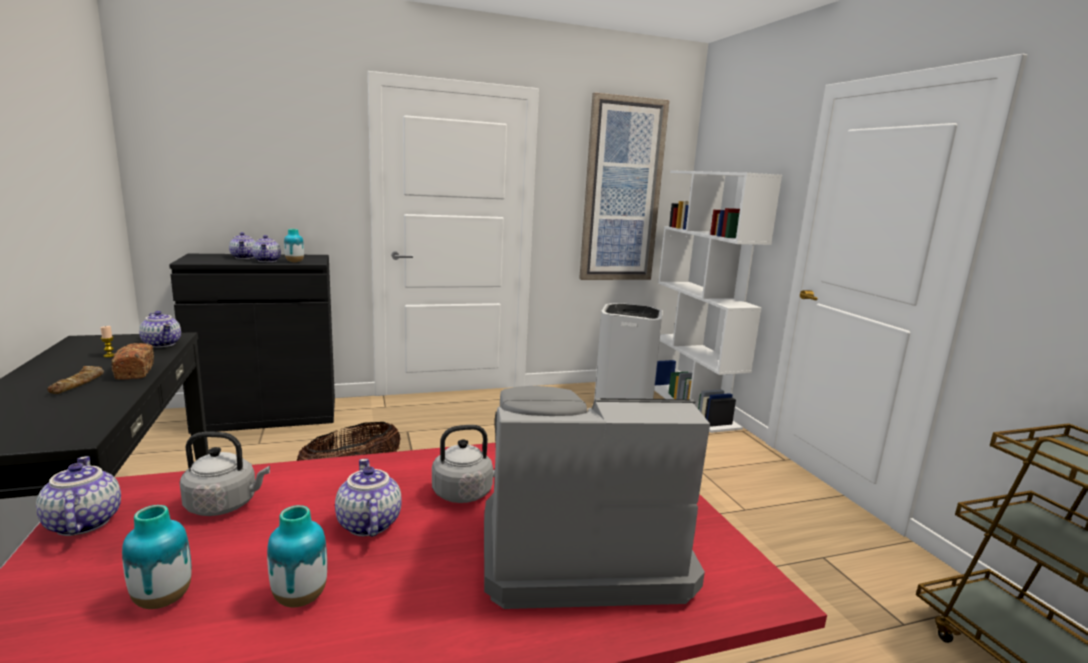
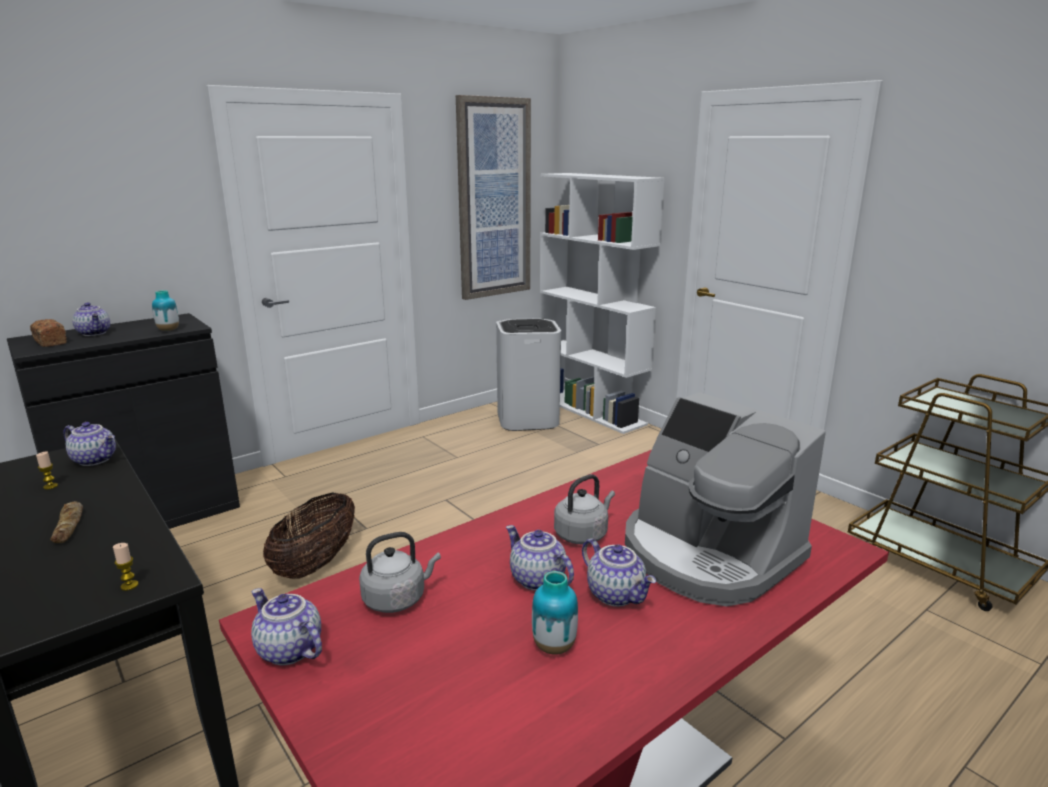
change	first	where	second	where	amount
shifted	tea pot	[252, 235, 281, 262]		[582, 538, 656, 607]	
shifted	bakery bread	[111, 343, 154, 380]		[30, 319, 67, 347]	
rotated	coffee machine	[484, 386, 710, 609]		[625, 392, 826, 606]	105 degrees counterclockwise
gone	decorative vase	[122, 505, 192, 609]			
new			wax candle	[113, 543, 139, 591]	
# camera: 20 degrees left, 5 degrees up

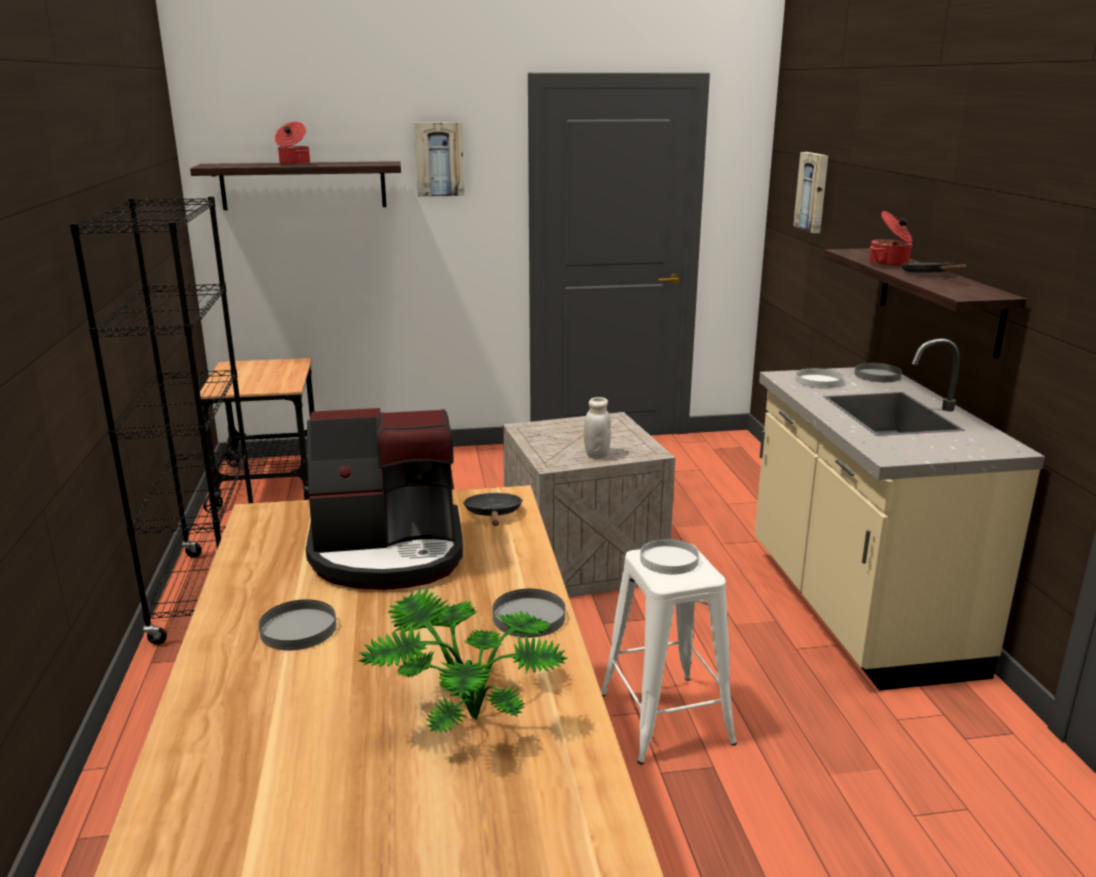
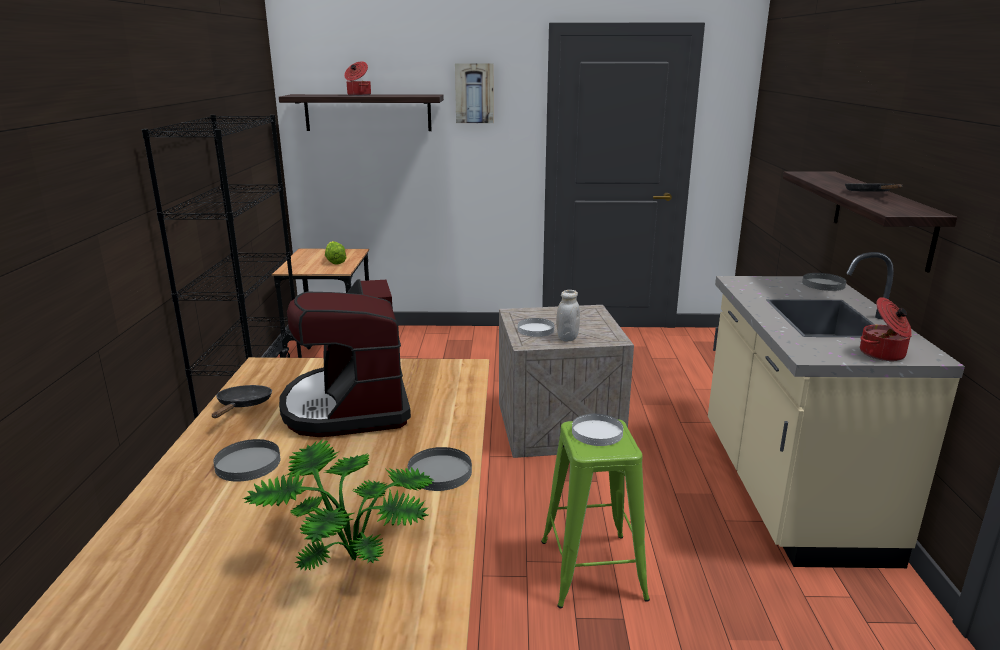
change	first	where	second	where	amount
gone	wall picture	[793, 152, 828, 233]			
shifted	stockpot	[869, 211, 913, 267]		[860, 297, 912, 361]	
shifted	white plate	[796, 368, 843, 389]		[518, 318, 555, 337]	
rotated	coffee machine	[306, 408, 463, 590]		[279, 279, 411, 437]	75 degrees clockwise
shifted	black-coloured frying pan	[463, 493, 523, 526]		[212, 385, 272, 418]	
repainted	white stool	[601, 544, 737, 765]	green-coloured stool	[541, 419, 650, 609]	
new			head of lettuce	[325, 241, 346, 264]	
# camera: 10 degrees right, 0 degrees up

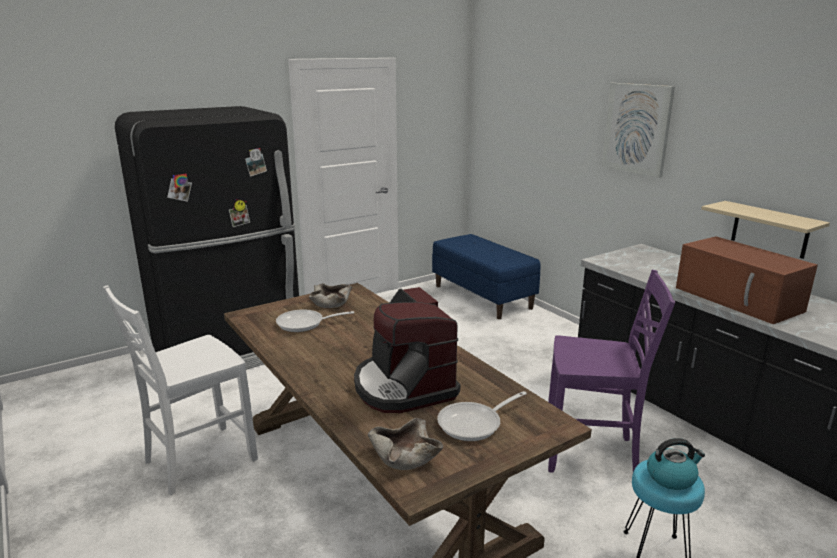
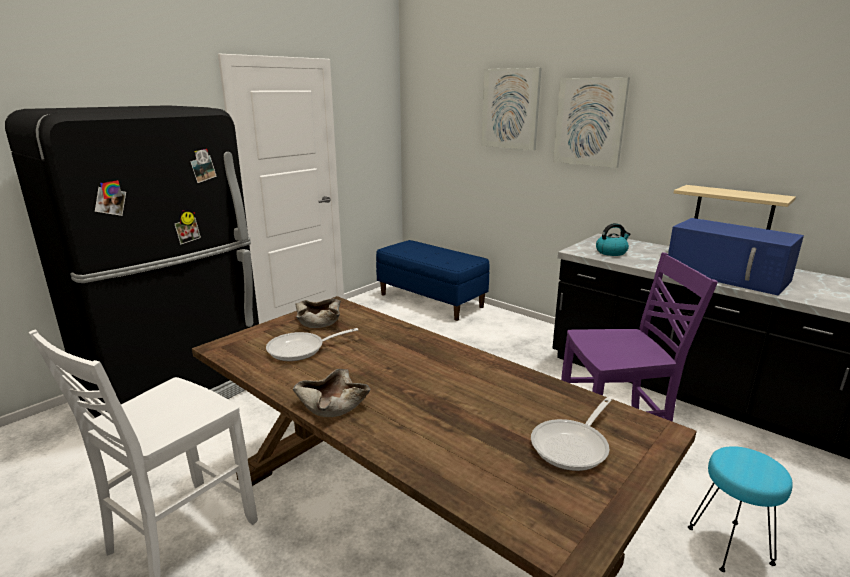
change	first	where	second	where	amount
repainted	brownish kitchen microwave	[676, 236, 818, 324]	blue kitchen microwave	[668, 218, 804, 296]	
gone	coffee machine	[354, 287, 460, 413]			
shifted	beige-coloured bowl	[368, 418, 443, 470]		[293, 369, 370, 417]	
shifted	water kettle	[647, 438, 705, 490]		[596, 223, 631, 256]	
new			wall picture	[481, 68, 542, 150]	
# camera: 15 degrees left, 0 degrees up

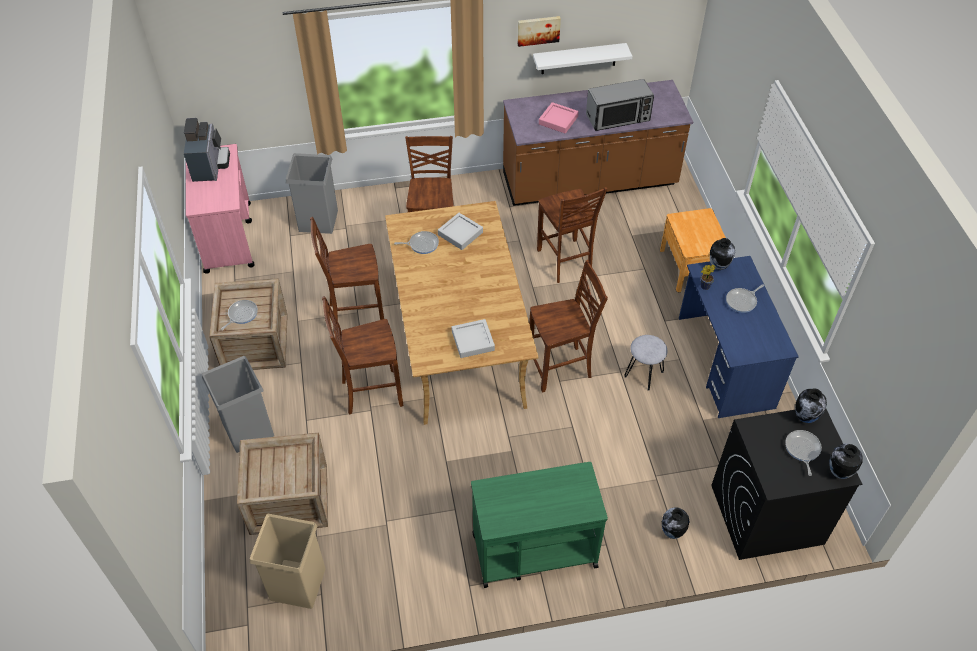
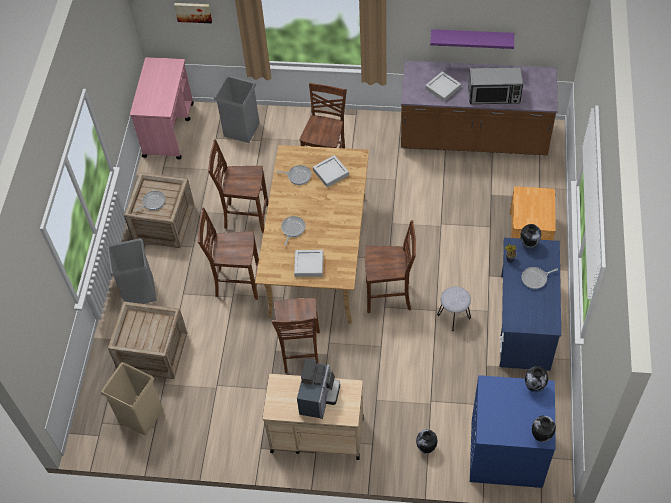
change	first	where	second	where	amount
shifted	wall picture	[518, 16, 561, 47]		[174, 3, 212, 23]	
repainted	white bracket shelf	[533, 43, 632, 74]	purple bracket shelf	[430, 29, 514, 49]	
repainted	pinkish serving tray	[539, 102, 579, 134]	greyish serving tray	[425, 71, 461, 102]	
shifted	coffee machine	[184, 118, 230, 182]		[297, 359, 340, 419]	
shifted	brownish upright chair	[537, 187, 607, 283]		[272, 298, 320, 373]	
repainted	black-coloured washing machine	[711, 408, 862, 560]	blue washing machine	[470, 375, 556, 488]	
shifted	frying pan	[785, 430, 822, 476]		[281, 216, 305, 245]	
repainted	green-coloured trolley	[471, 462, 608, 588]	beige-coloured trolley	[263, 374, 364, 460]	
# camera: 20 degrees right, 5 degrees up

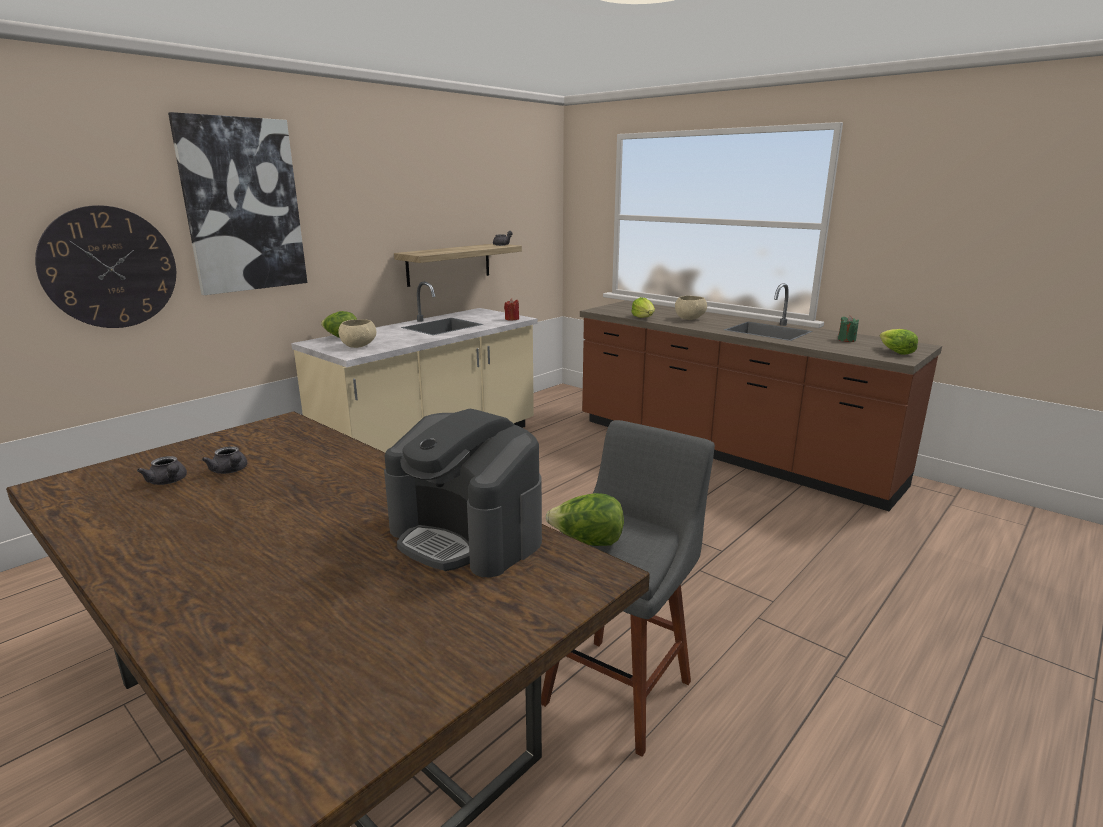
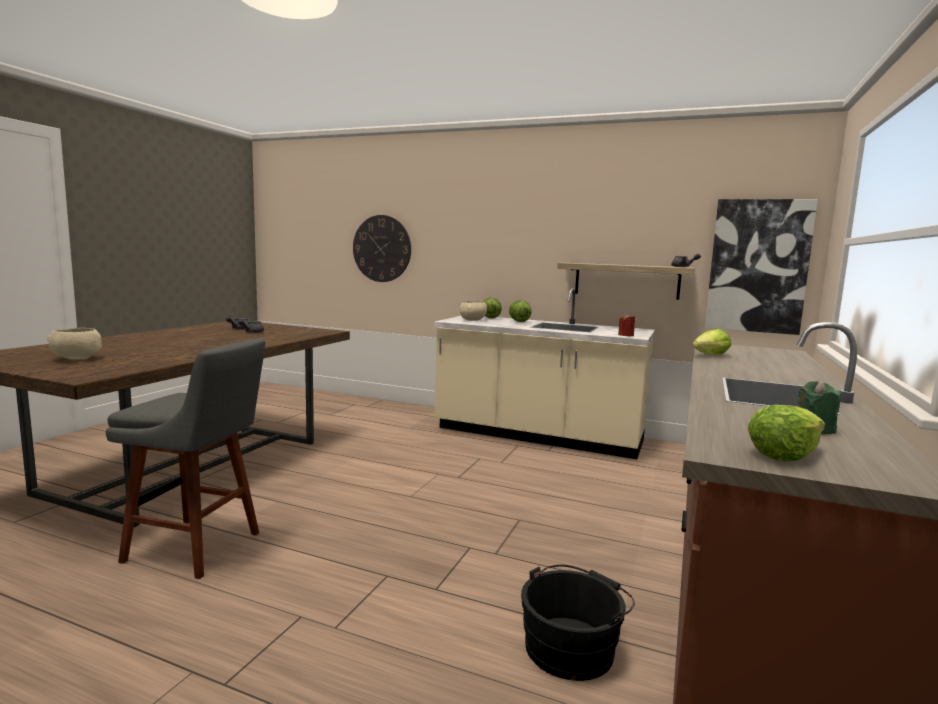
change	first	where	second	where	amount
shifted	wall picture	[168, 112, 307, 295]		[705, 199, 818, 335]	
shifted	beige-coloured bowl	[675, 296, 707, 320]		[48, 328, 102, 360]	
gone	coffee machine	[384, 409, 542, 577]			
shifted	head of lettuce	[545, 493, 624, 546]		[509, 300, 531, 322]	
new			black-coloured bucket	[521, 565, 635, 681]	
# camera: 70 degrees right, 10 degrees down

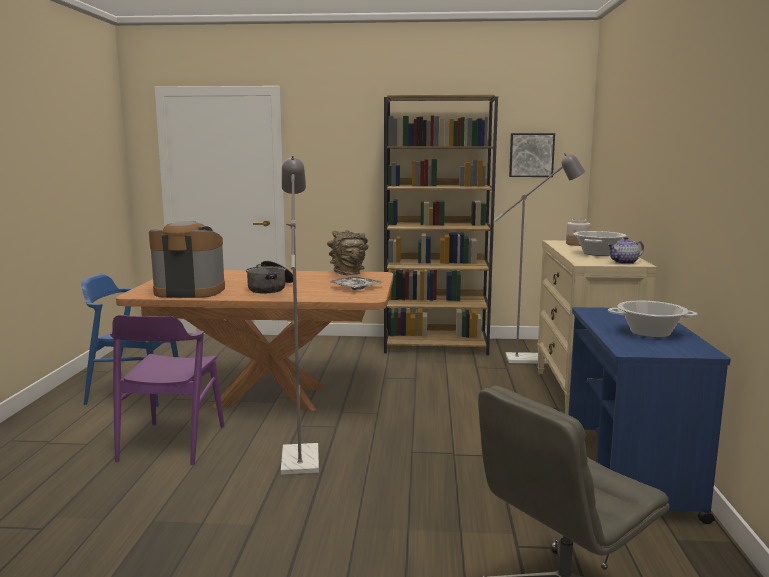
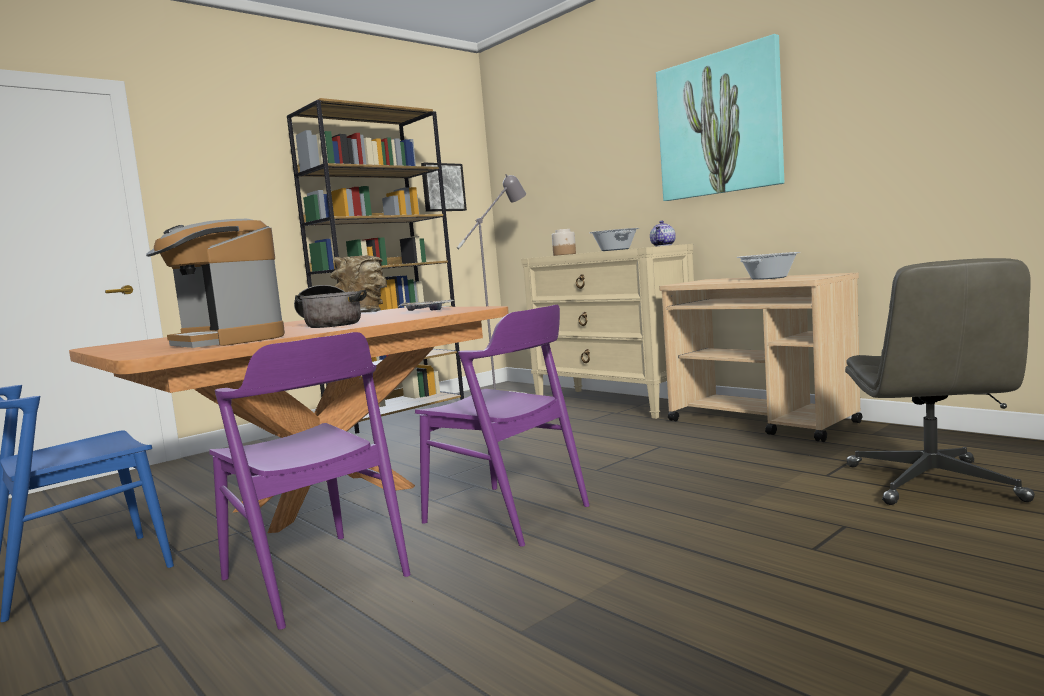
change	first	where	second	where	amount
swapped	greyish standard lamp	[281, 155, 319, 475]	purple upright chair	[415, 305, 590, 547]	
rotated	coffee machine	[149, 221, 225, 298]		[146, 219, 285, 348]	90 degrees counterclockwise
repainted	blue trolley	[568, 307, 731, 524]	beige-coloured trolley	[659, 273, 862, 442]	
new			wall picture	[656, 34, 784, 201]	
# camera: 45 degrees left, 5 degrees down

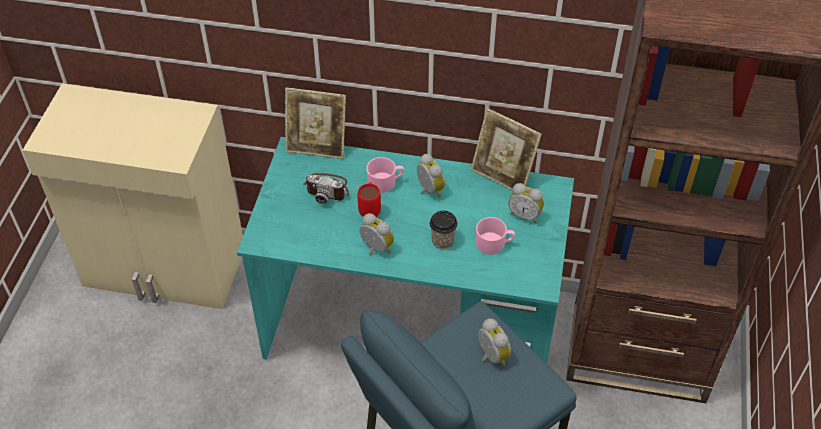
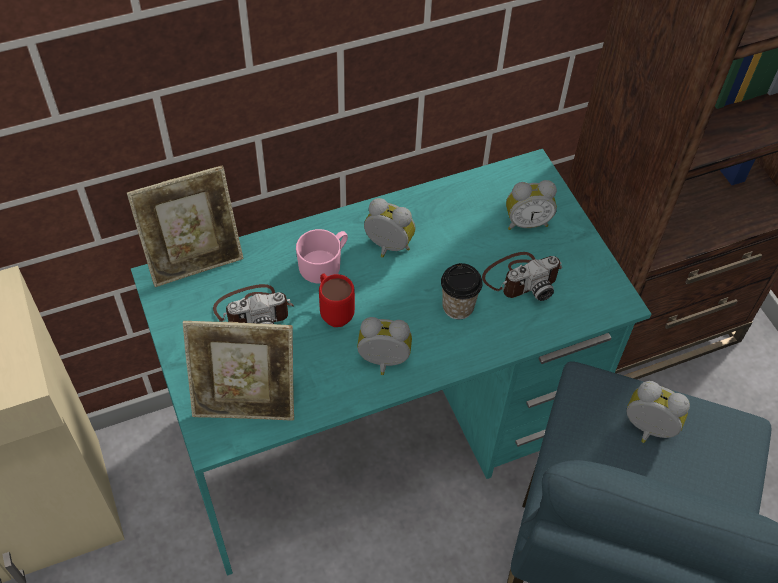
change	first	where	second	where	amount
shifted	standing frame	[471, 108, 542, 190]		[183, 321, 294, 421]	
swapped	pinkish coffee mug	[476, 217, 515, 255]	still camera	[482, 252, 562, 301]	
# camera: 35 degrees left, 5 degrees up

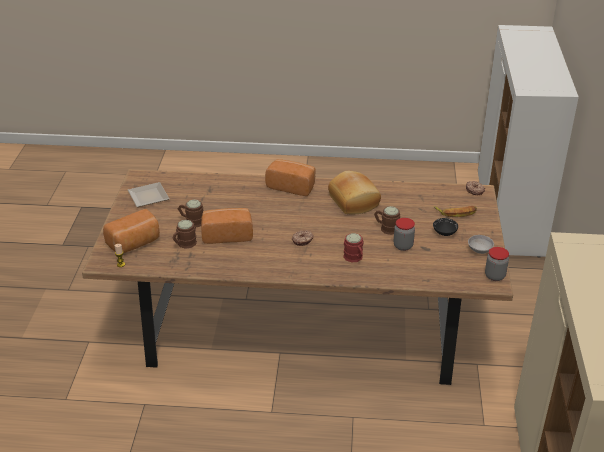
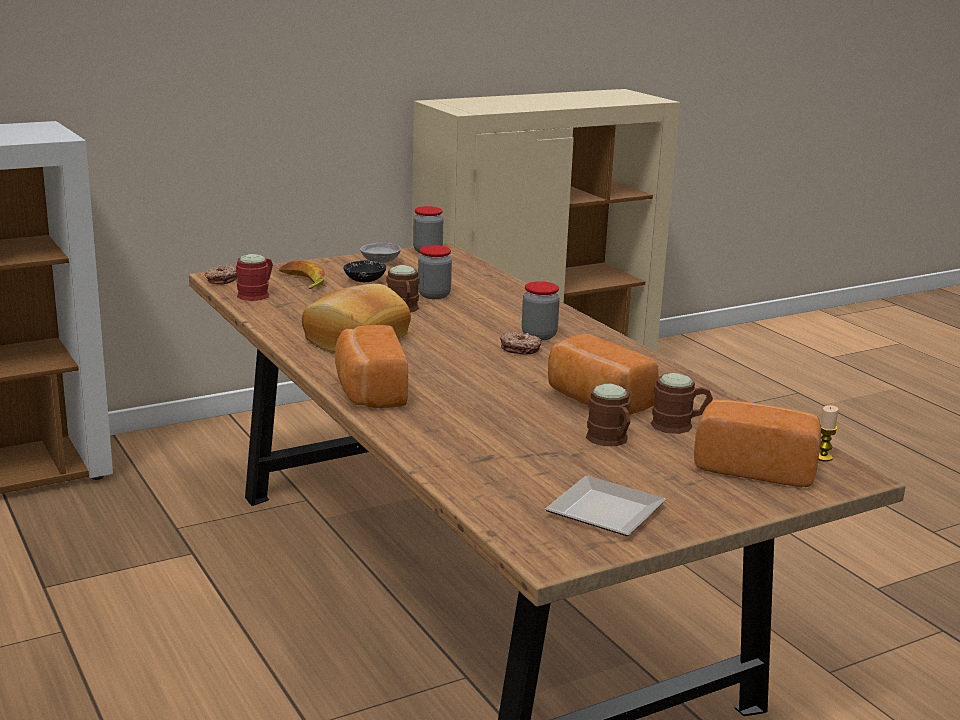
change	first	where	second	where	amount
shifted	red-coloured coffee mug	[343, 233, 363, 262]		[236, 254, 273, 301]	
new			jar	[522, 281, 560, 340]	
# camera: 125 degrees left, 15 degrees down

